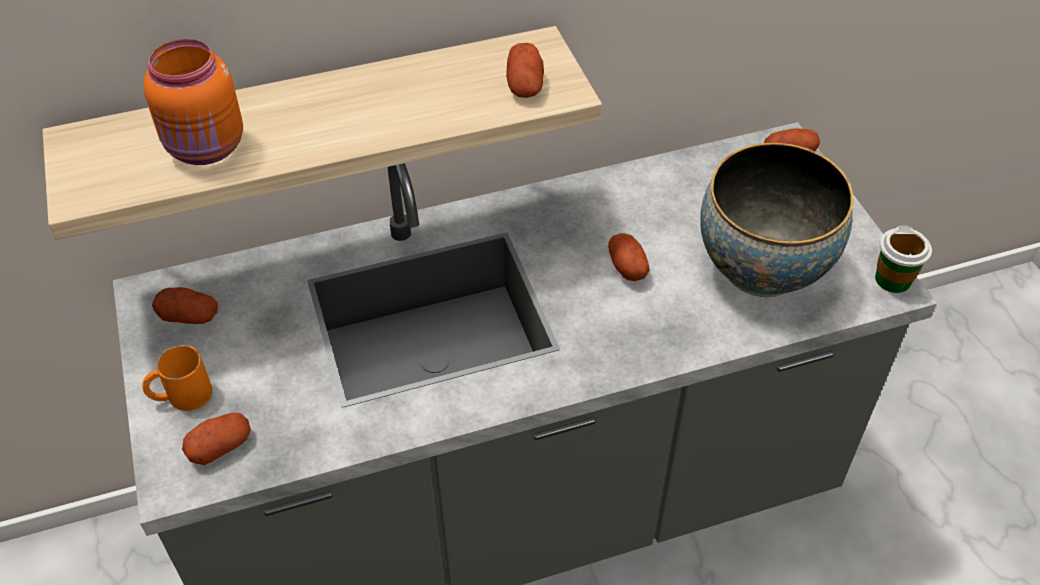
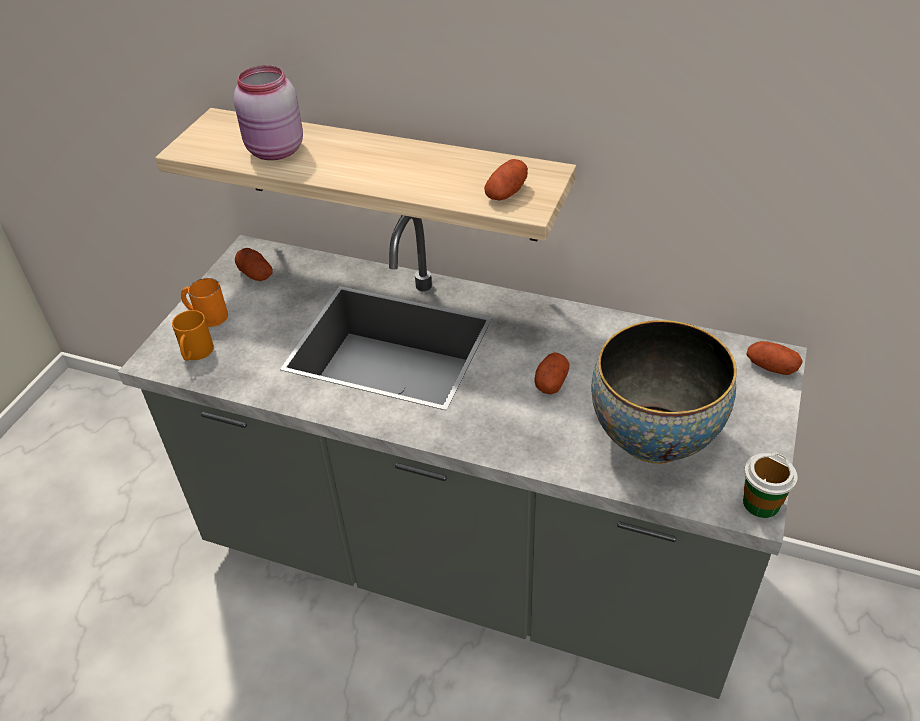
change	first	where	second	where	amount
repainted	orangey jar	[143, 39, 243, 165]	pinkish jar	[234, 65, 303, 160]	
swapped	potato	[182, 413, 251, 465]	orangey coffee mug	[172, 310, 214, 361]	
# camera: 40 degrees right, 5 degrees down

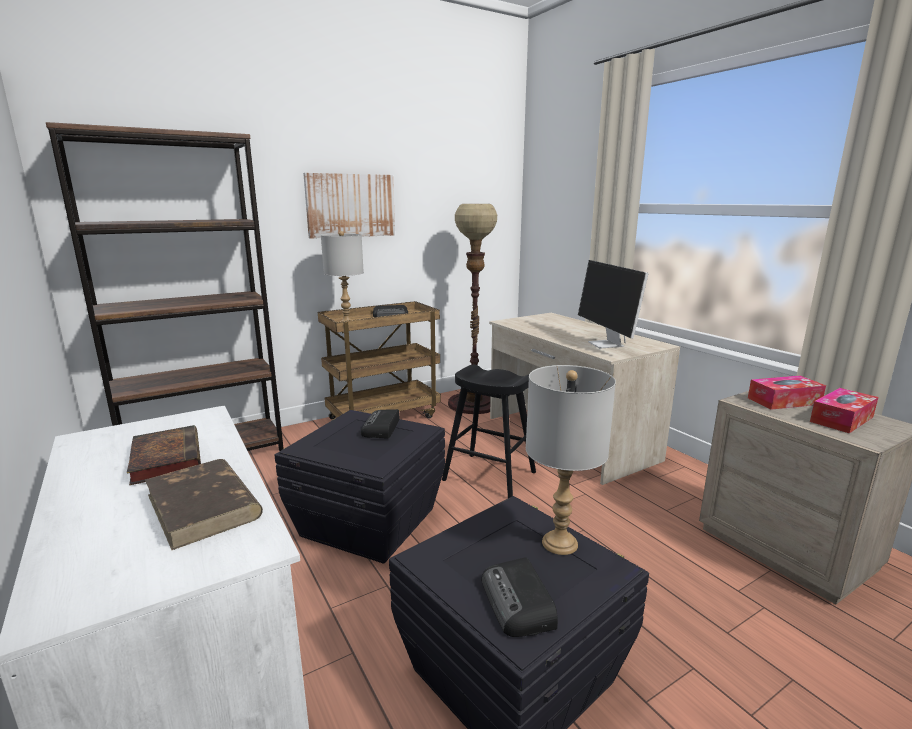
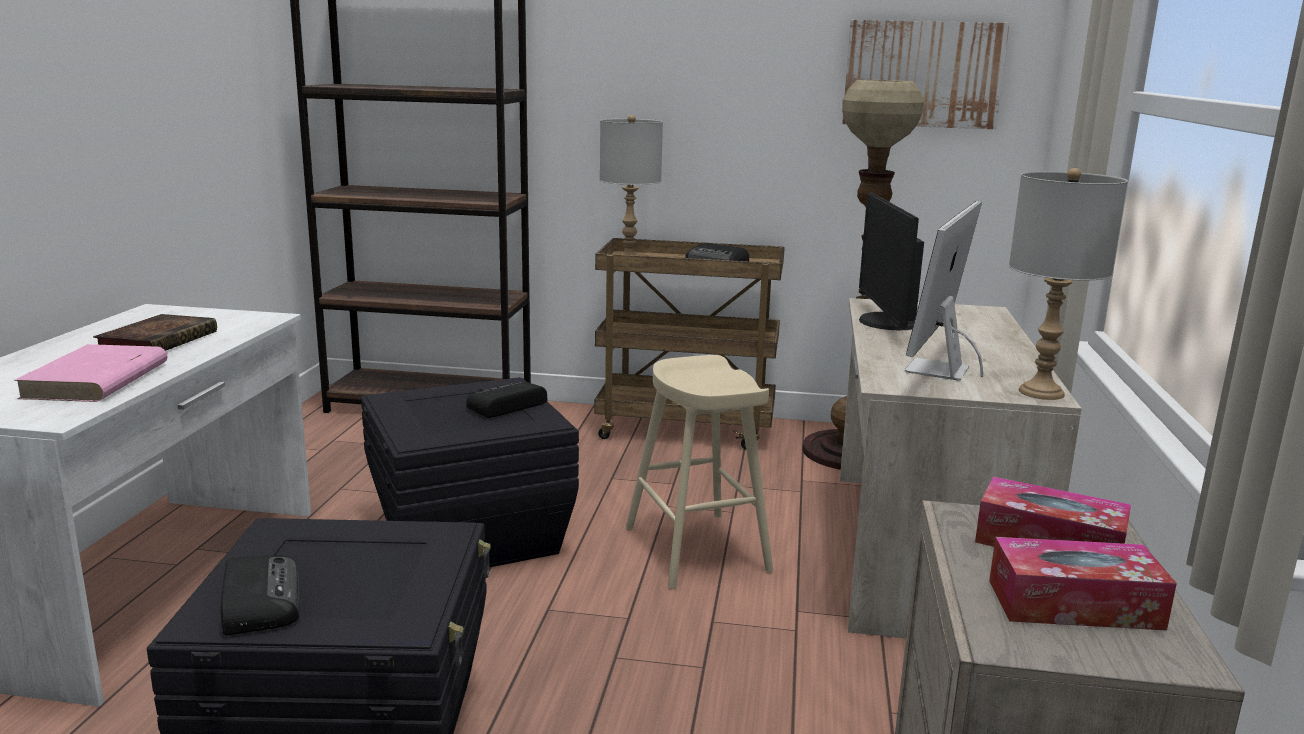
change	first	where	second	where	amount
shifted	wall picture	[303, 173, 395, 239]		[842, 20, 1009, 129]	
repainted	black-coloured stool	[442, 365, 536, 498]	beige-coloured stool	[626, 355, 773, 589]	
shifted	greyish table lamp	[526, 365, 616, 555]		[1009, 168, 1128, 400]	
repainted	brownish bound book	[145, 459, 263, 550]	pinkish bound book	[14, 344, 167, 402]	
rotated	radio receiver	[482, 557, 558, 637]		[221, 555, 300, 636]	135 degrees clockwise
new			computer display	[859, 192, 924, 330]	
# camera: 40 degrees right, 0 degrees up

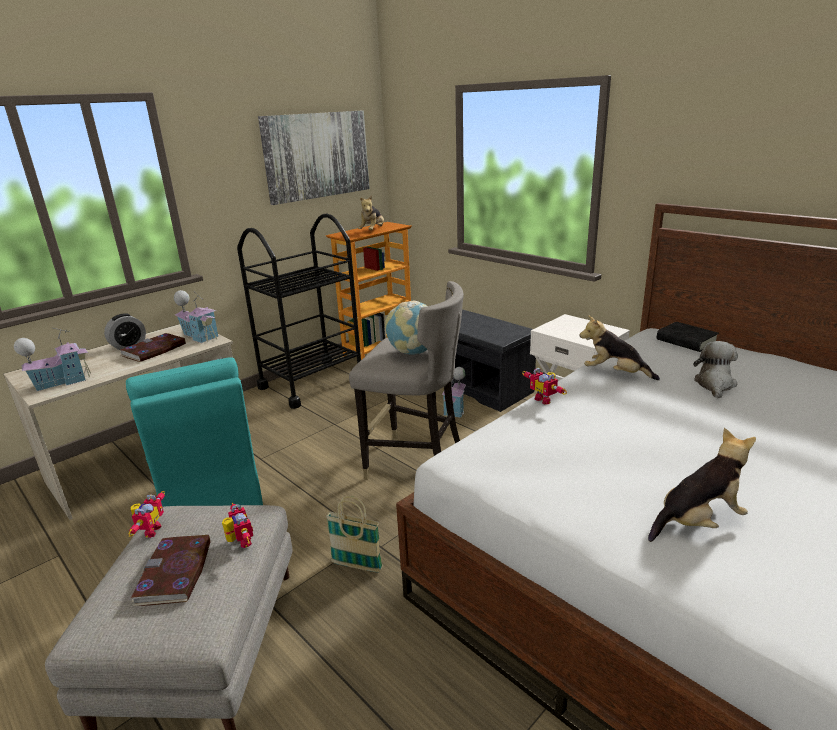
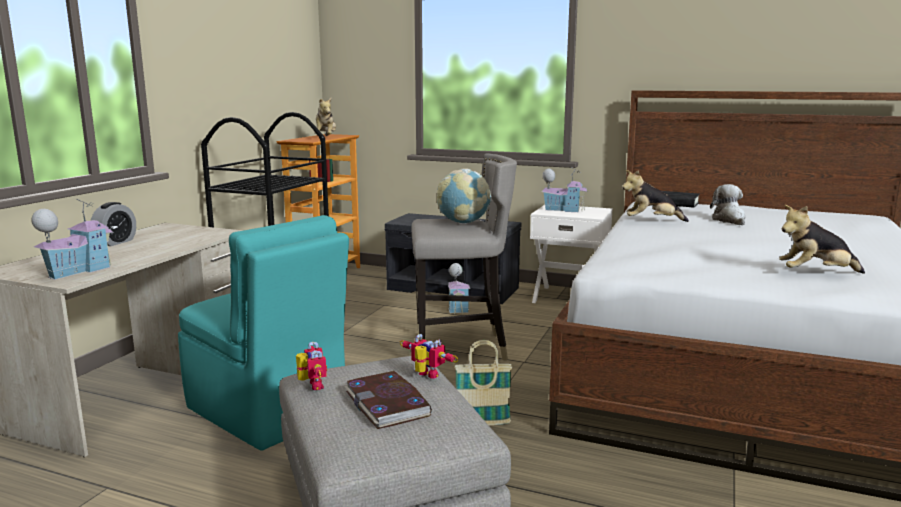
change	first	where	second	where	amount
gone	wall picture	[258, 110, 370, 205]			
shifted	miniature house	[174, 290, 219, 343]		[542, 167, 587, 212]	
gone	bound book	[120, 333, 186, 362]			
gone	robot figure	[522, 368, 567, 405]			
rotated	plush toy	[648, 428, 756, 542]		[779, 205, 865, 274]	135 degrees counterclockwise
# camera: 25 degrees left, 10 degrees down

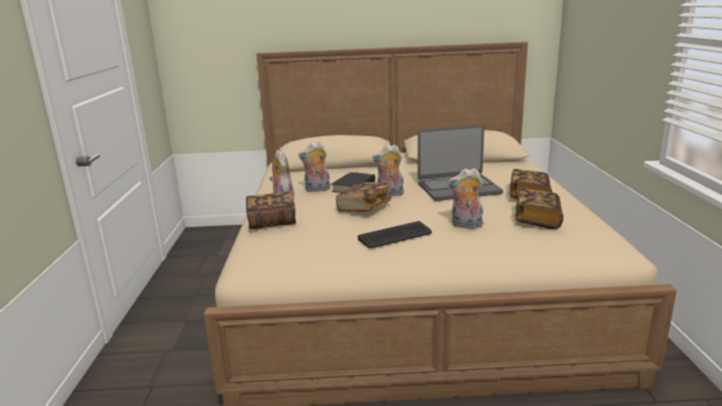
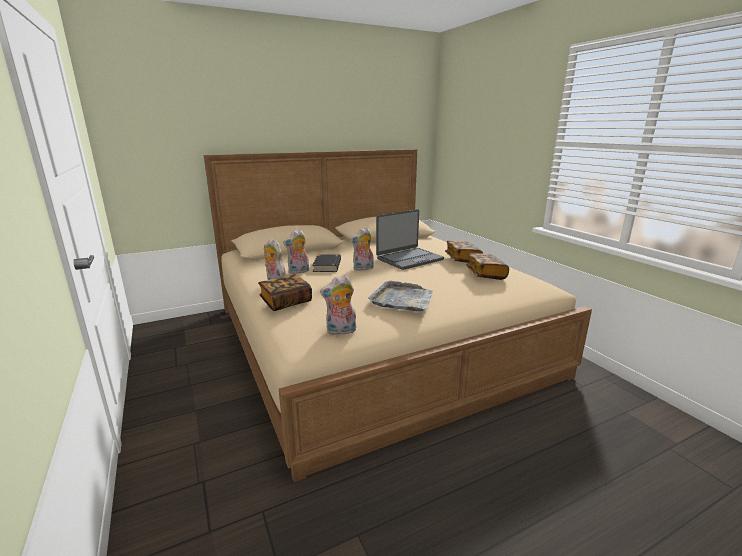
change	first	where	second	where	amount
shifted	plush toy	[447, 168, 483, 228]		[320, 275, 356, 335]	
gone	bound book	[336, 182, 391, 212]			
swapped	PC keyboard	[358, 221, 432, 248]	greyish serving tray	[368, 281, 433, 311]	
# camera: 25 degrees left, 0 degrees up

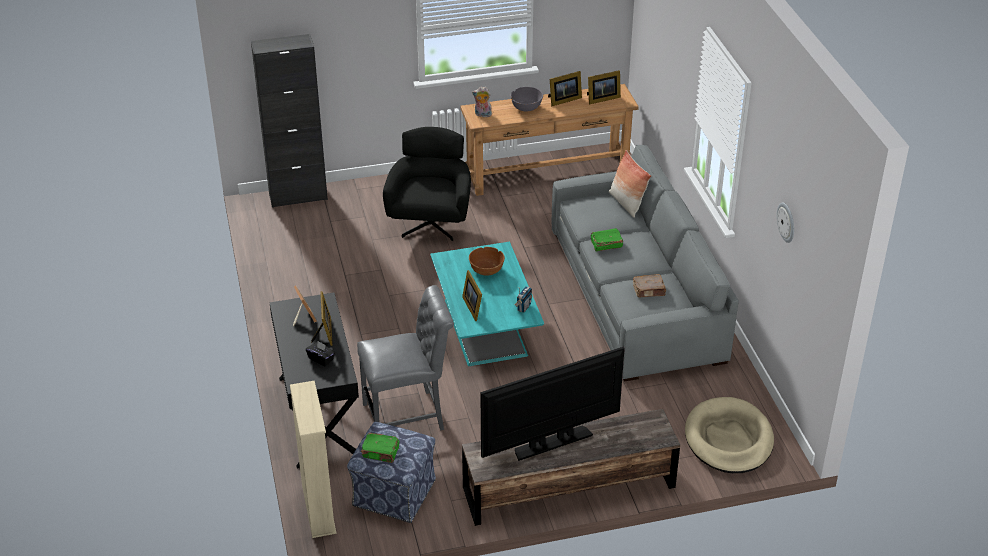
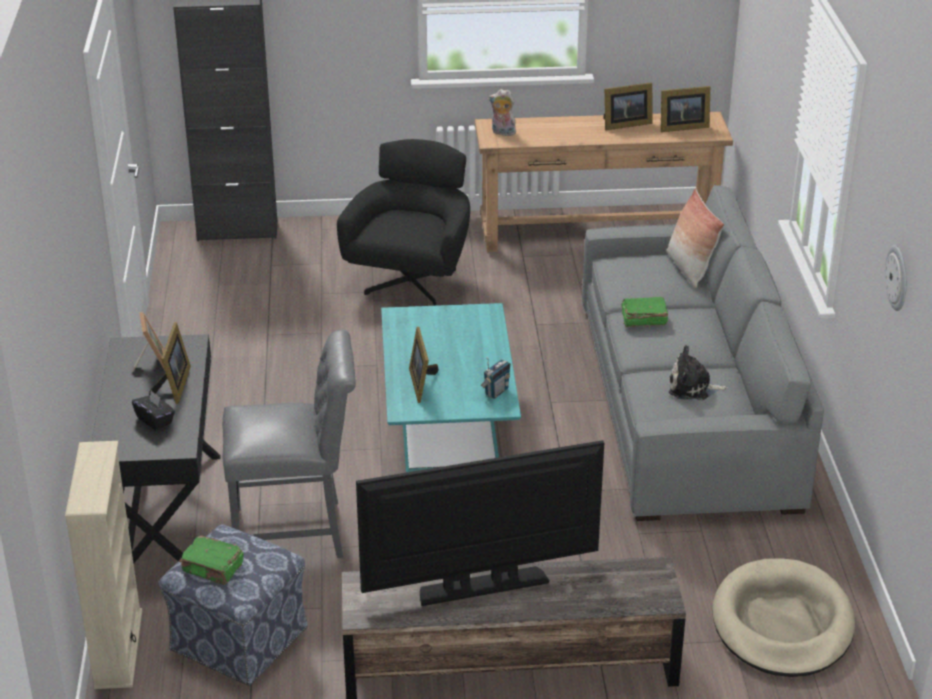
change	first	where	second	where	amount
gone	greyish bowl	[511, 87, 543, 111]			
gone	brownish bowl	[469, 247, 505, 275]			
swapped	brownish bound book	[633, 274, 666, 297]	plush toy	[669, 345, 728, 400]	
# camera: 10 degrees right, 5 degrees down

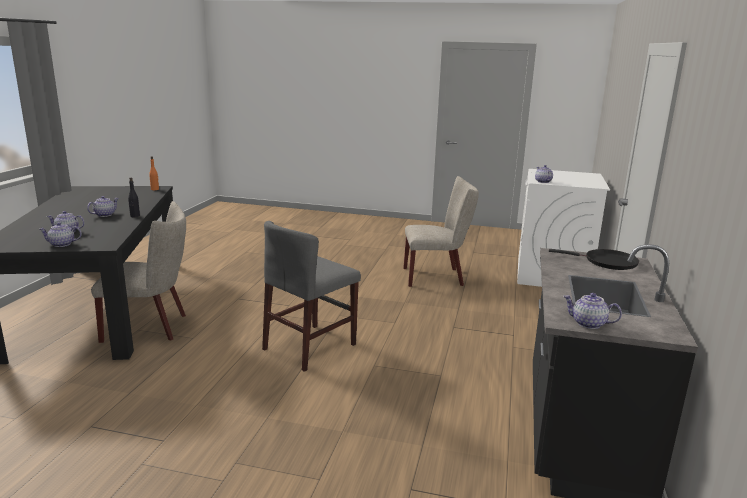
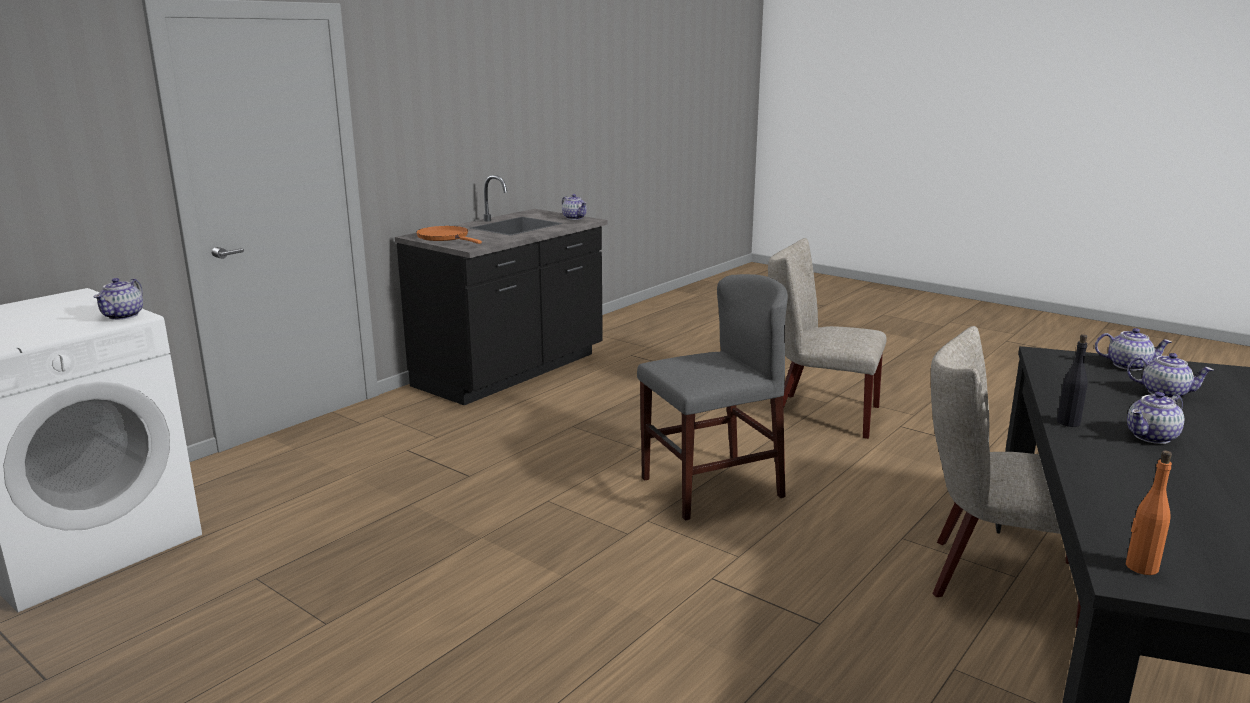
change	first	where	second	where	amount
shifted	beige-coloured upright chair	[403, 176, 479, 287]		[768, 238, 887, 439]	
repainted	black-coloured frying pan	[549, 249, 639, 270]	orangey frying pan	[416, 226, 482, 244]	
# camera: 155 degrees left, 0 degrees up

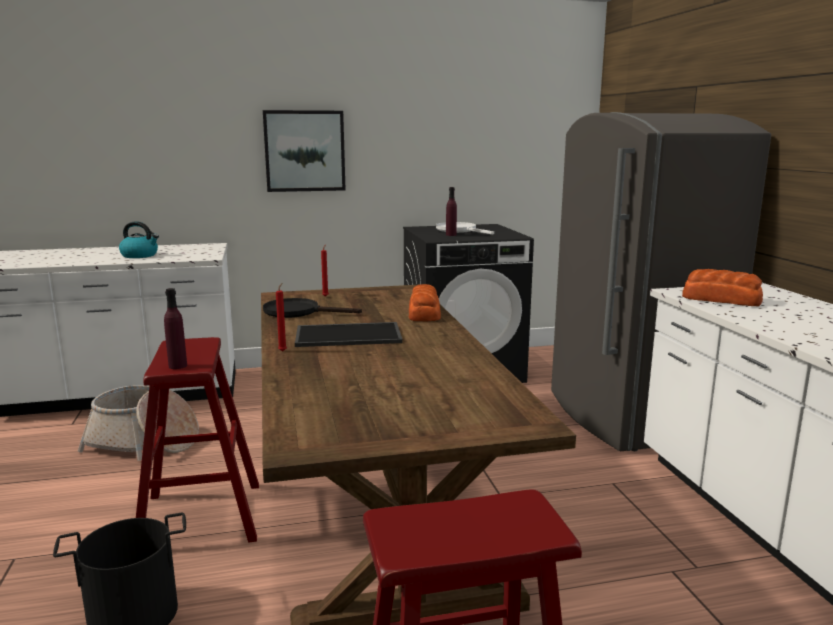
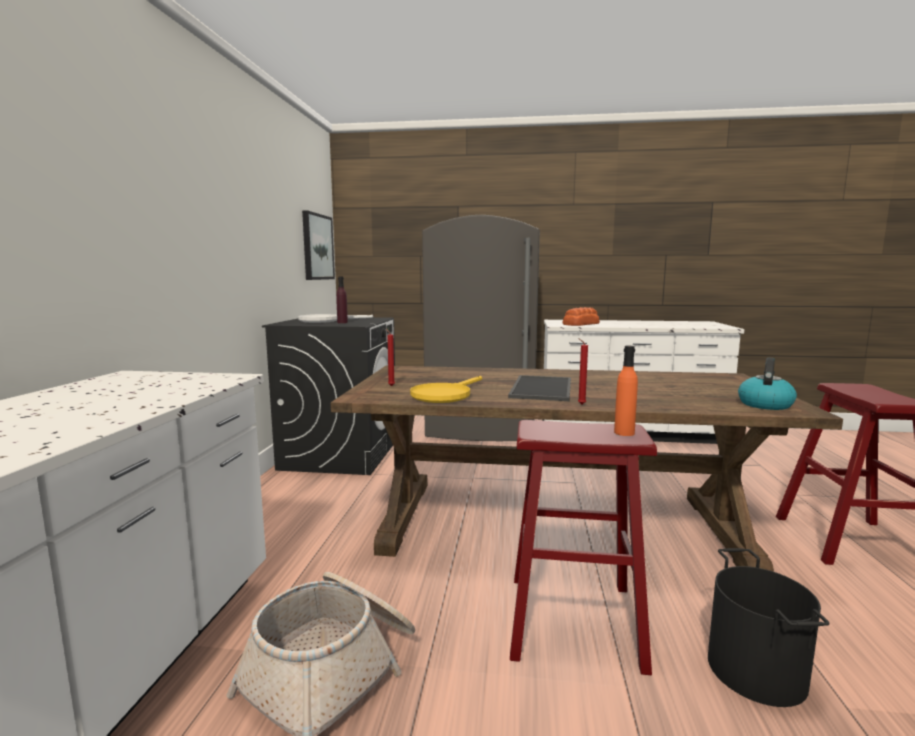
change	first	where	second	where	amount
shifted	wall picture	[263, 110, 346, 192]		[302, 210, 335, 280]	
shifted	water kettle	[119, 221, 159, 258]		[738, 357, 797, 410]	
gone	bakery bread	[409, 284, 441, 321]			
repainted	purple bottle	[164, 288, 187, 369]	orangey bottle	[614, 346, 638, 436]	
repainted	black-coloured frying pan	[263, 298, 362, 318]	yellowish frying pan	[410, 376, 482, 403]	
# camera: 70 degrees left, 5 degrees down

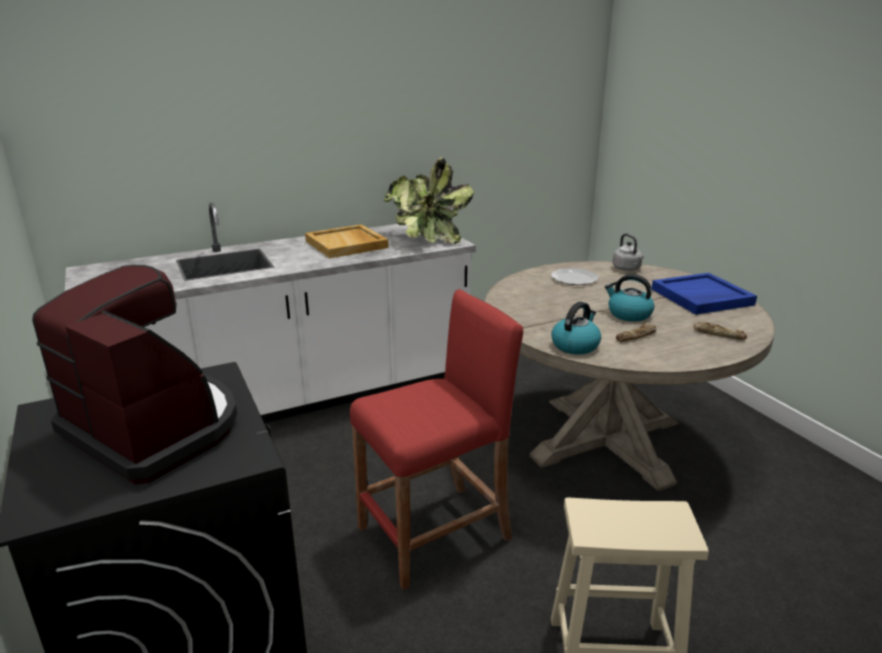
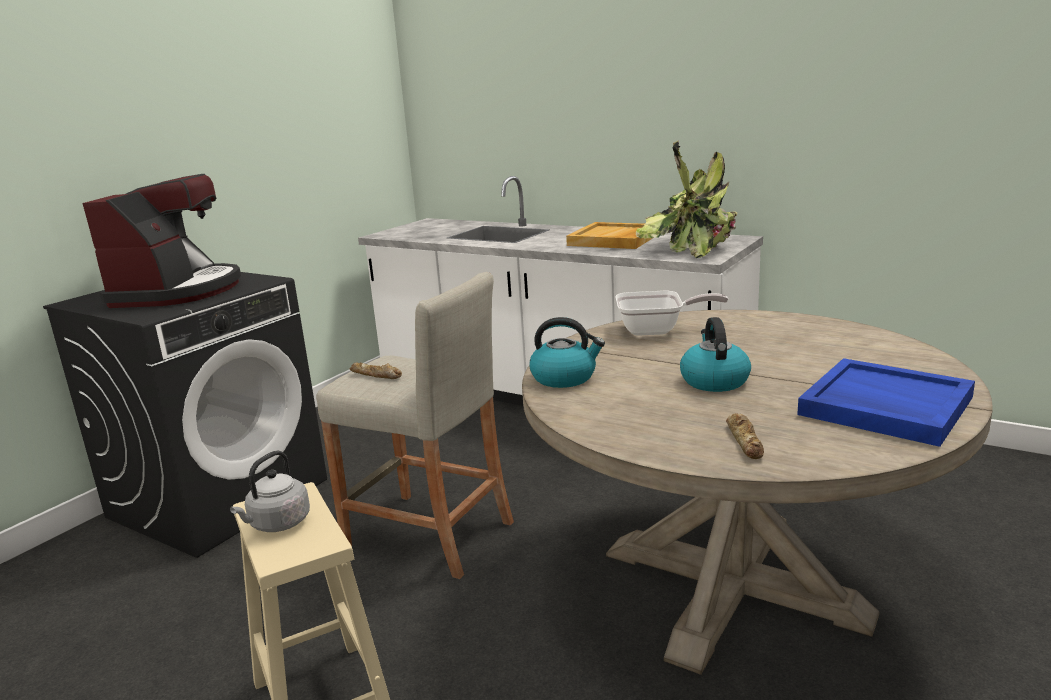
change	first	where	second	where	amount
shifted	greyish water kettle	[612, 233, 644, 271]		[230, 450, 310, 532]	
gone	plate	[551, 268, 598, 285]			
repainted	red-coloured stool	[350, 289, 523, 590]	beige-coloured stool	[316, 272, 514, 579]	
shifted	bakery bread	[616, 323, 656, 342]		[349, 362, 402, 379]	
new			frying pan	[615, 291, 728, 336]	
# camera: 60 degrees right, 5 degrees down

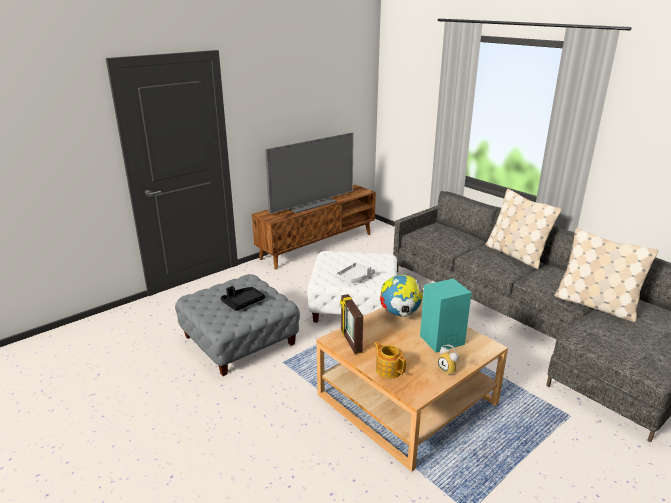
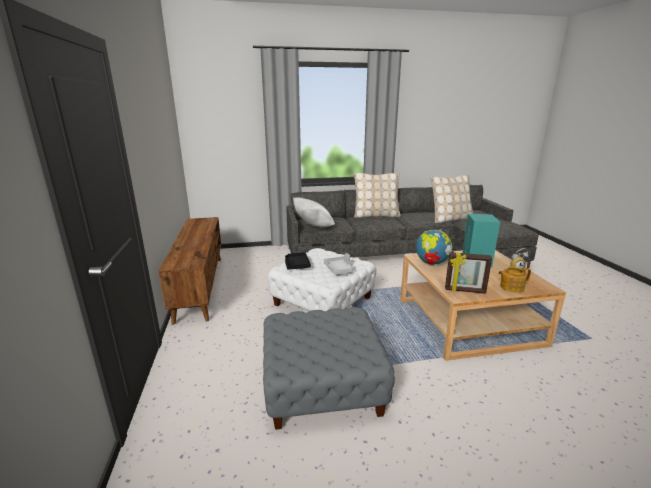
change	first	where	second	where	amount
gone	TV set	[265, 133, 354, 214]			
shifted	black-coloured serving tray	[221, 286, 265, 311]		[285, 252, 311, 269]	
new			white pillow	[293, 198, 335, 227]	
# camera: 60 degrees left, 5 degrees down

